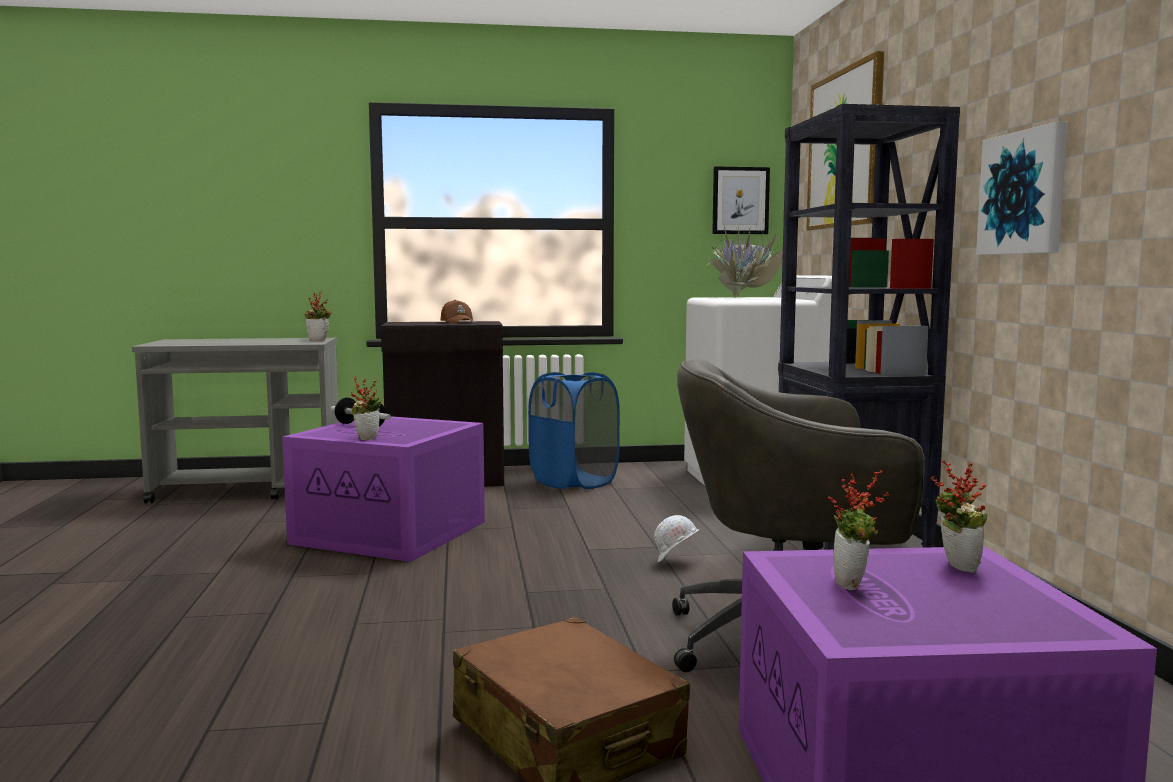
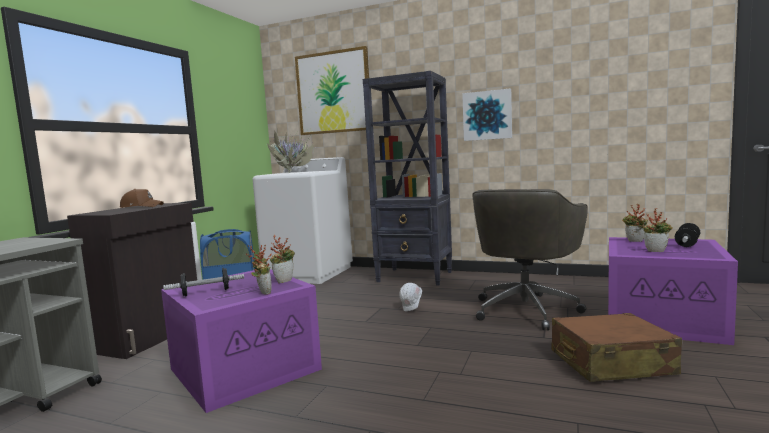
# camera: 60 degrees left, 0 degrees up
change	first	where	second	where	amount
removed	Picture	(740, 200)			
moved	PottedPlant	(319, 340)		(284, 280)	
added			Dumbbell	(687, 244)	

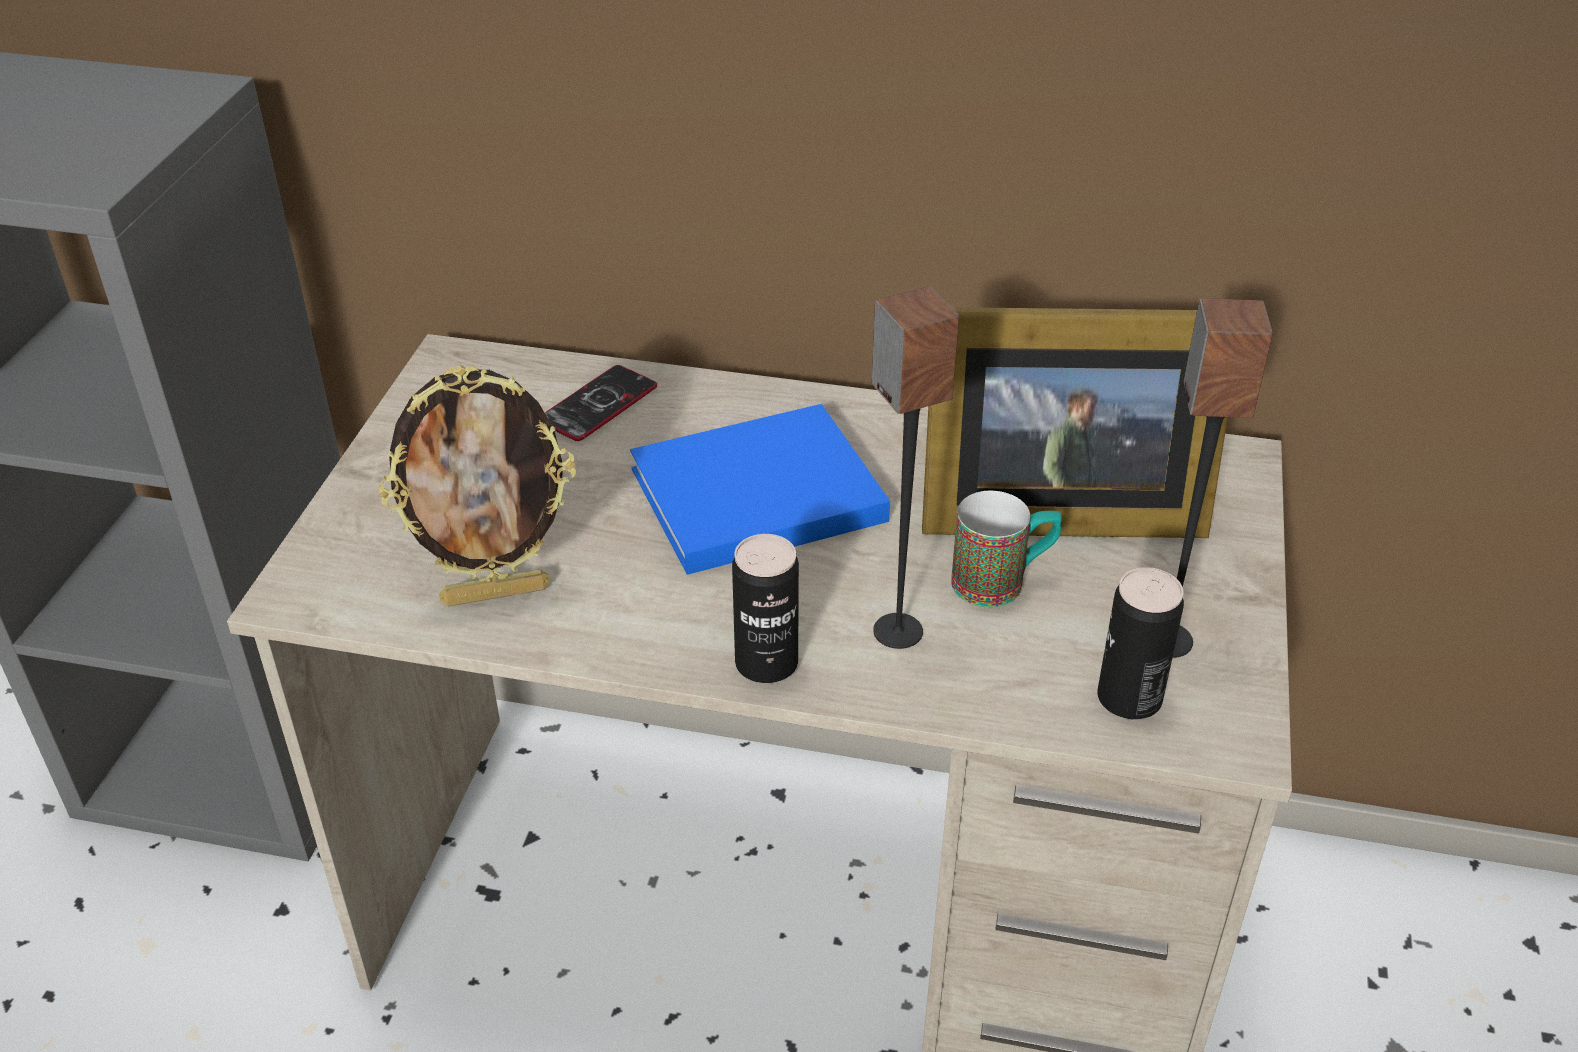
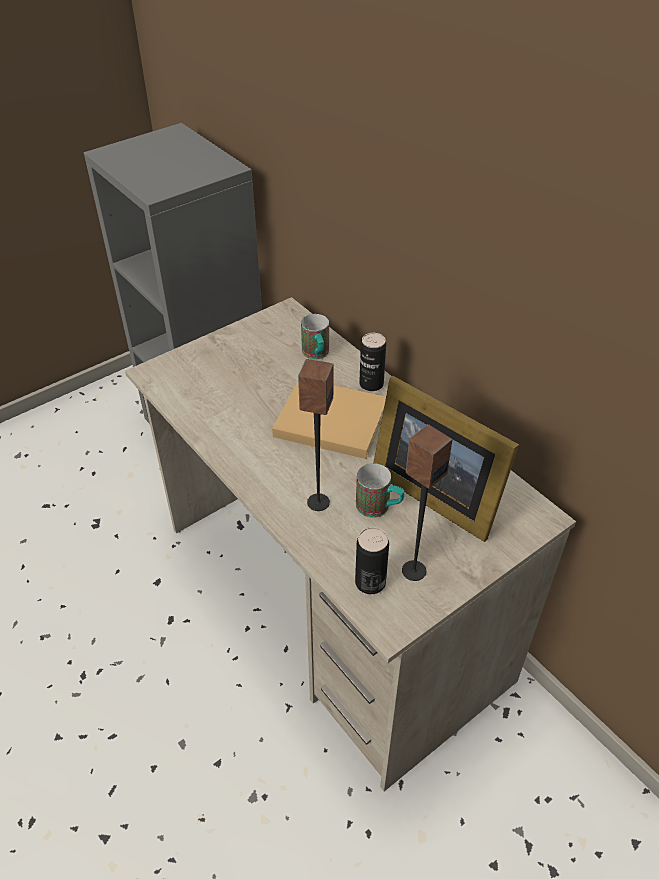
# camera: 40 degrees right, 5 degrees up
change	first	where	second	where	amount
removed	PictureFrame	(496, 592)			
replaced	Phone	(598, 405)	Mug	(316, 355)	
recoloured	BlueBook	(750, 496)	BeigeBook	(328, 420)	
moved	Can	(766, 663)		(371, 384)	

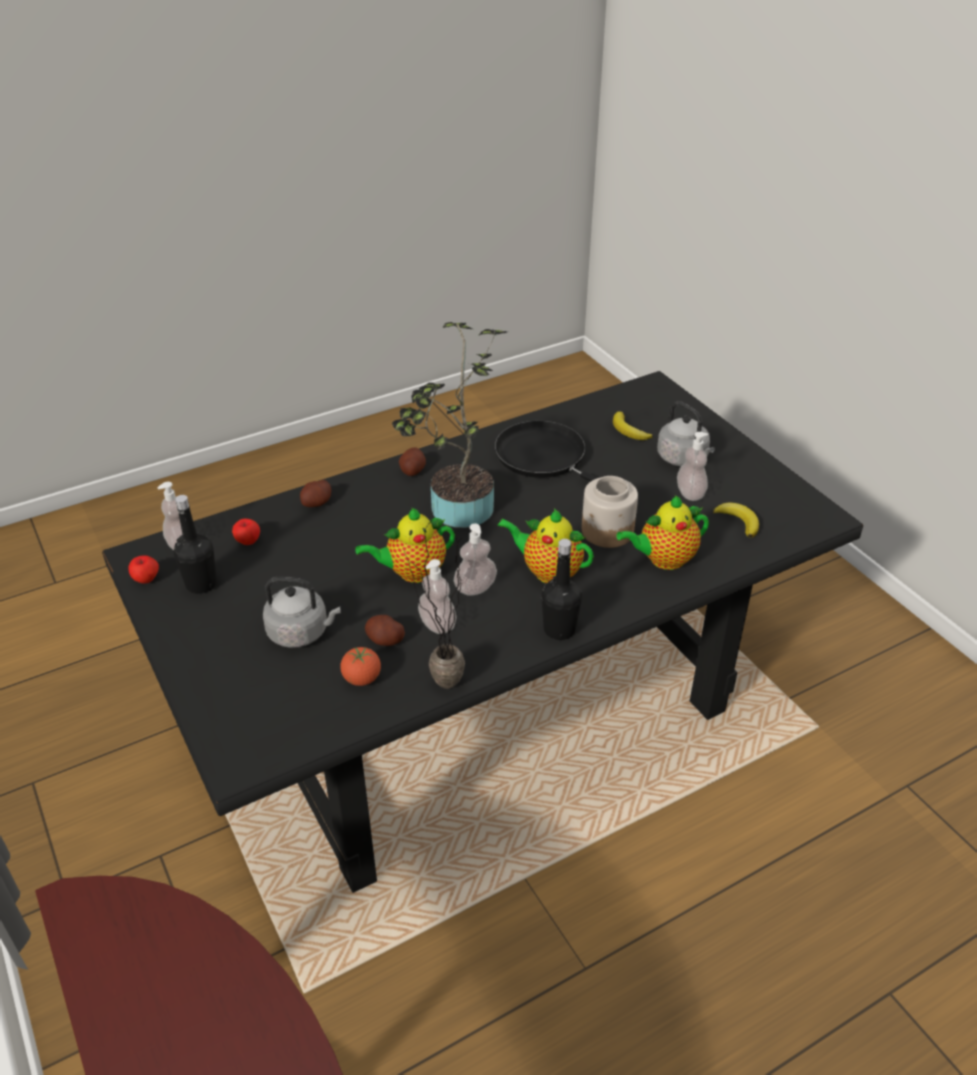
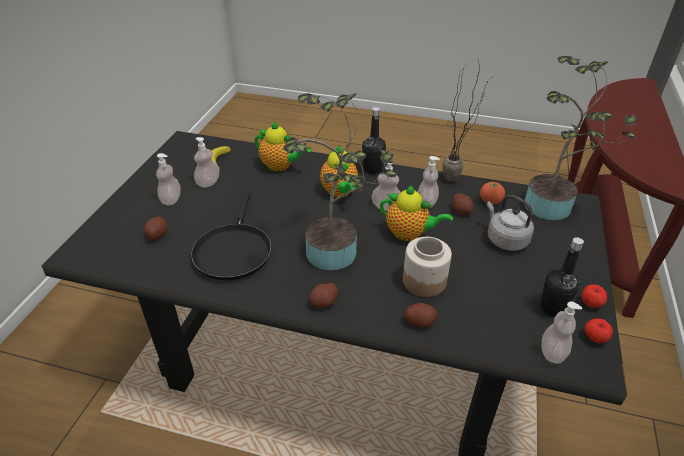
# camera: 135 degrees left, 0 degrees up
change	first	where	second	where	amount
replaced	GreyKettle	(683, 459)	SoapDispenser	(171, 200)	
replaced	Banana	(629, 430)	Potato	(157, 235)	
moved	Jar	(607, 531)		(424, 281)	
moved	Apple	(248, 541)		(590, 304)	
added			PottedPlant	(553, 207)	

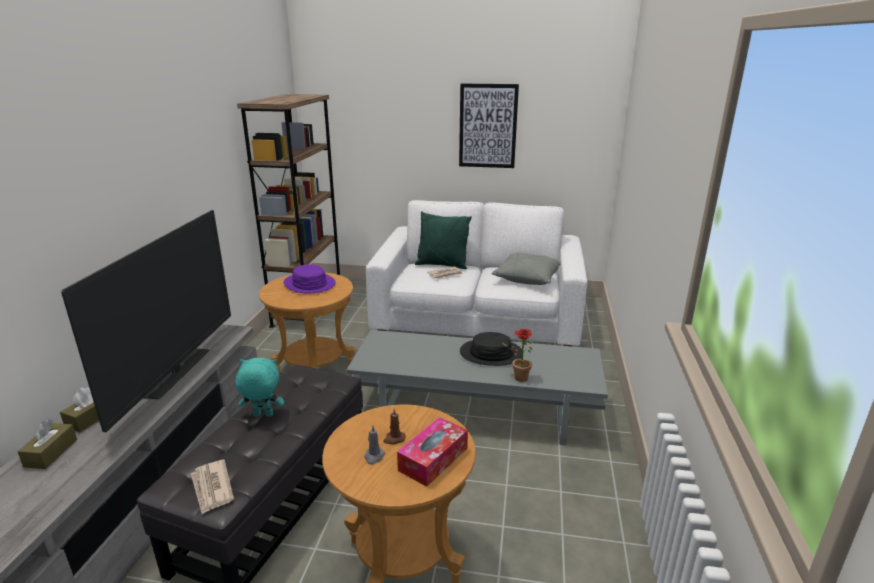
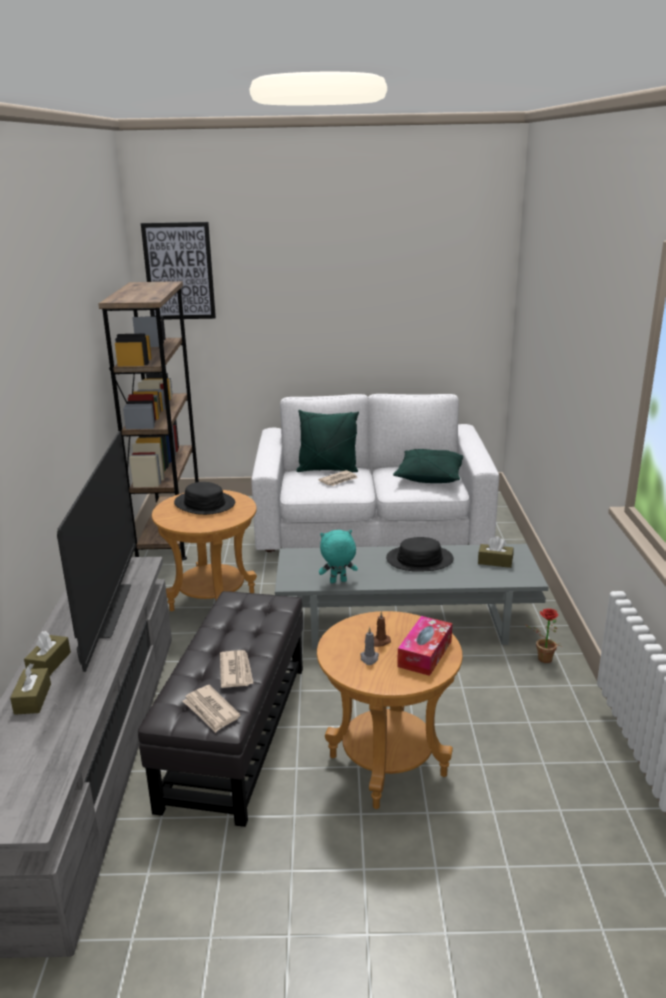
# camera: 10 degrees left, 0 degrees up
change	first	where	second	where	amount
moved	Picture	(488, 126)		(179, 271)	
recoloured	GreyPillow	(527, 278)	GreenPillow	(429, 476)	
recoloured	PurpleHat	(309, 284)	BlackHat	(204, 504)	
moved	PottedPlant	(517, 378)		(541, 659)	
moved	TurquoisePlushToy	(262, 415)		(338, 582)	
added			BrownTissueBox	(495, 562)	
added			Newspaper	(236, 671)	

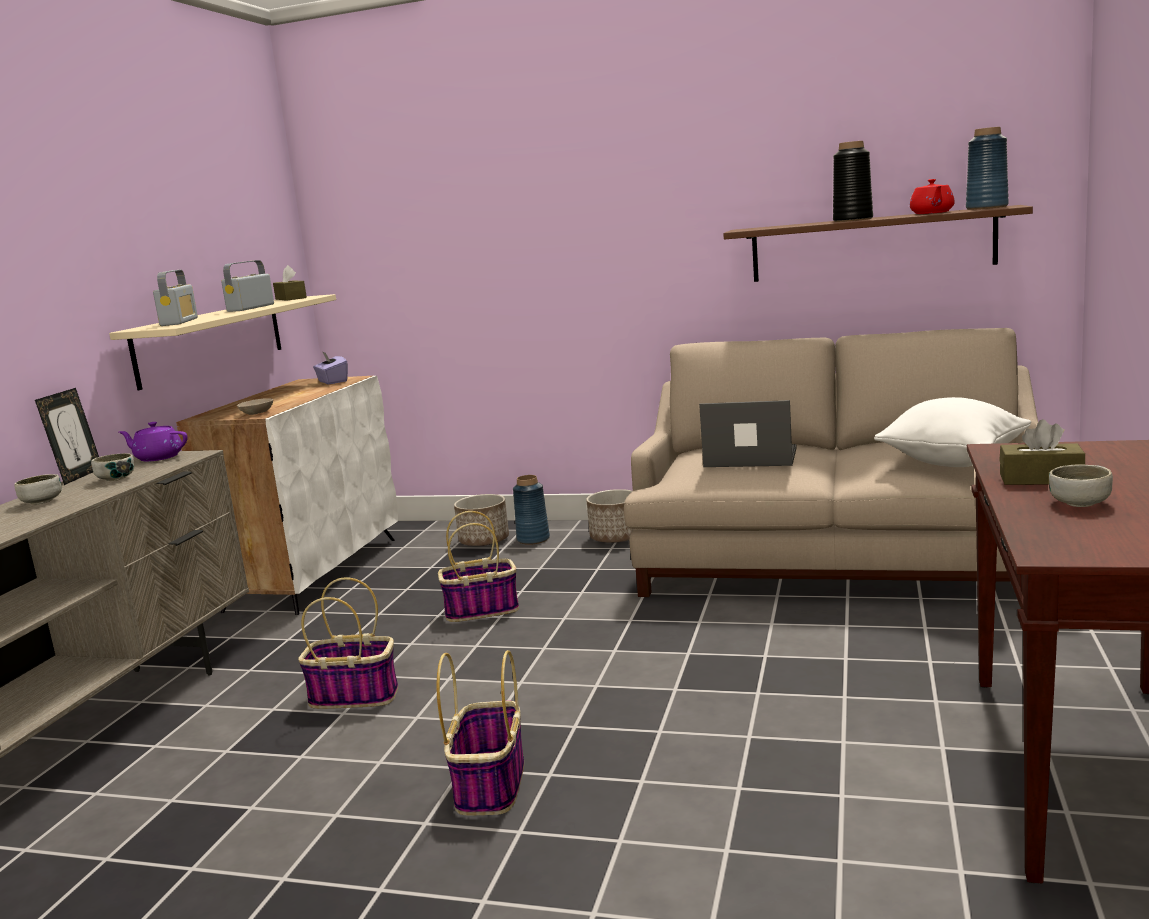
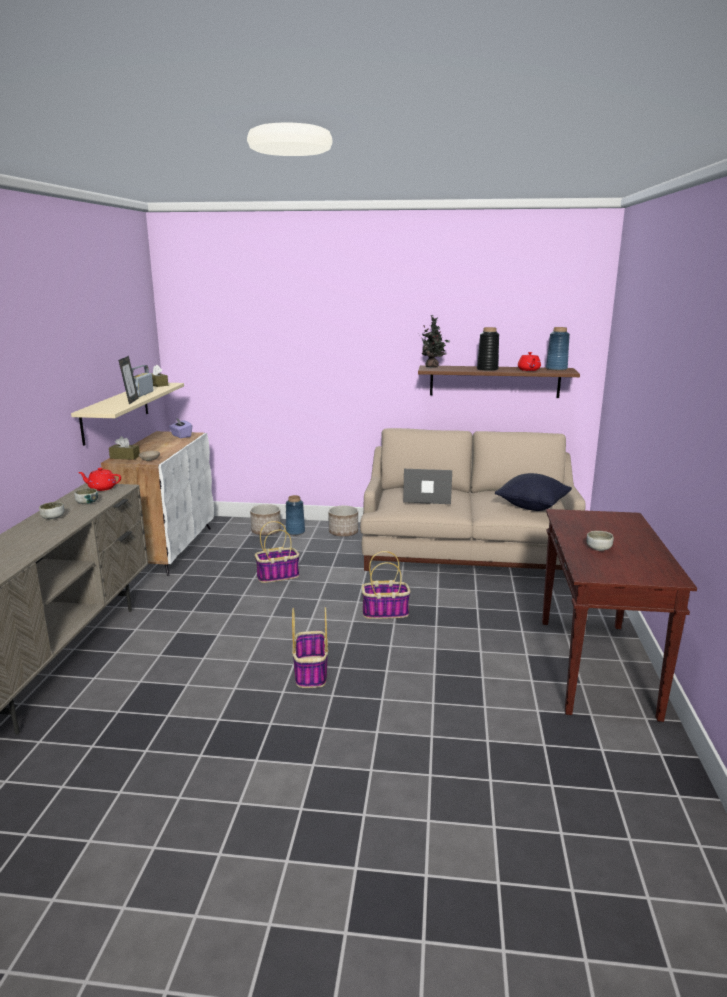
# camera: 10 degrees left, 5 degrees up
change	first	where	second	where	amount
removed	Radio	(179, 322)			
moved	PictureFrame	(79, 476)		(131, 401)	
recoloured	WhitePillow	(952, 461)	BlackPillow	(532, 506)	
moved	BrownTissueBox	(1040, 479)		(125, 457)	
recoloured	PurpleTeapot	(158, 458)	RedTeapot	(101, 488)	
moved	Basket	(356, 696)		(386, 612)	
added			PottedPlant	(433, 367)	

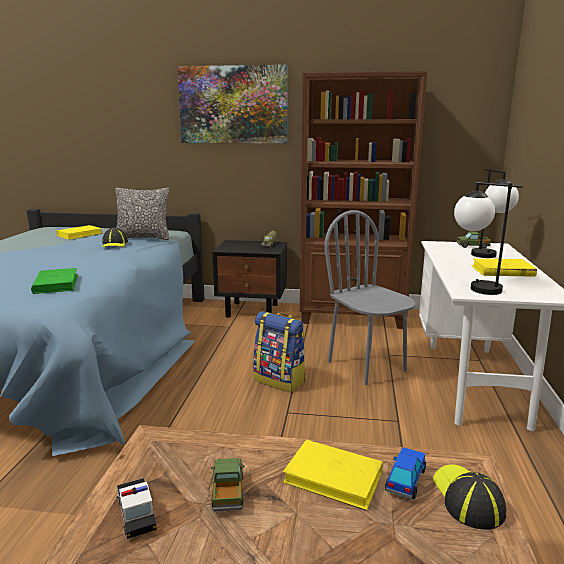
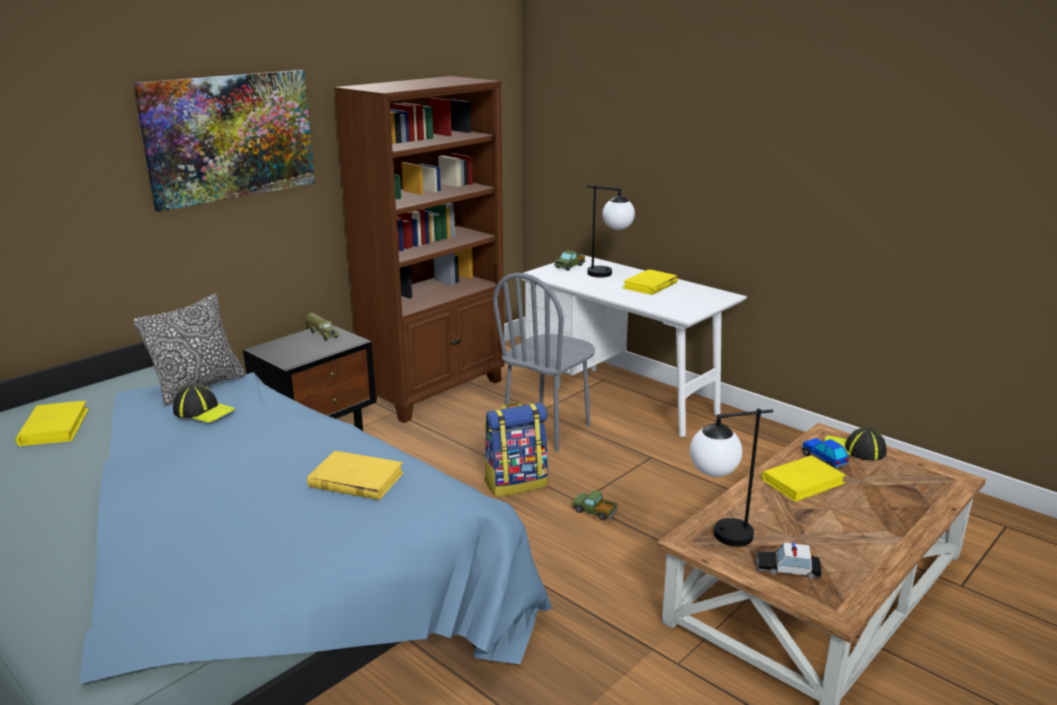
# camera: 55 degrees left, 5 degrees up
change	first	where	second	where	amount
moved	TableLamp	(473, 287)		(718, 537)	
turned	GreyChair	(367, 366)		(547, 430)	60 degrees counterclockwise
recoloured	GreenBook	(56, 284)	YellowBook	(356, 480)	
moved	ToyTruck	(228, 492)		(594, 512)	

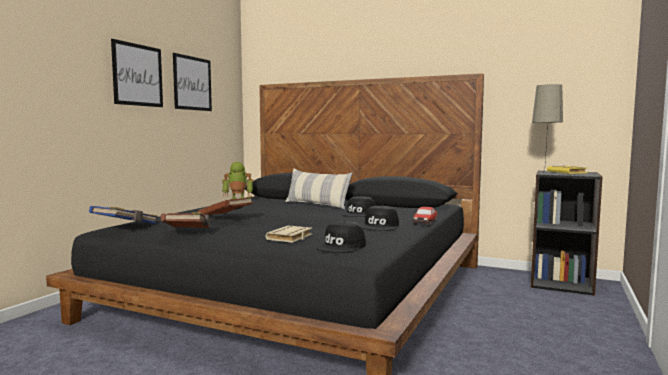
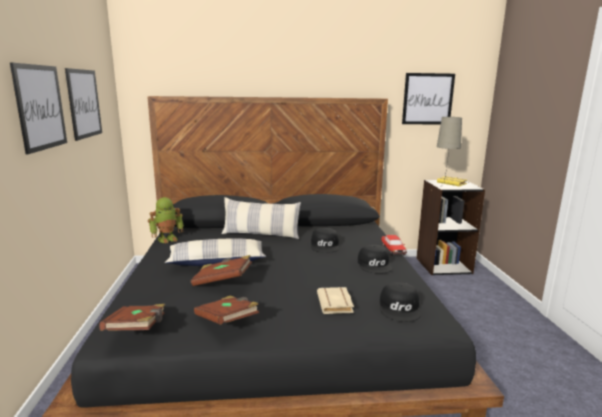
# camera: 30 degrees left, 10 degrees up
change	first	where	second	where	amount
recoloured	BlueBook	(126, 226)	BrownBook	(138, 329)	
added			Picture	(428, 99)	
added			Pillow	(217, 261)	

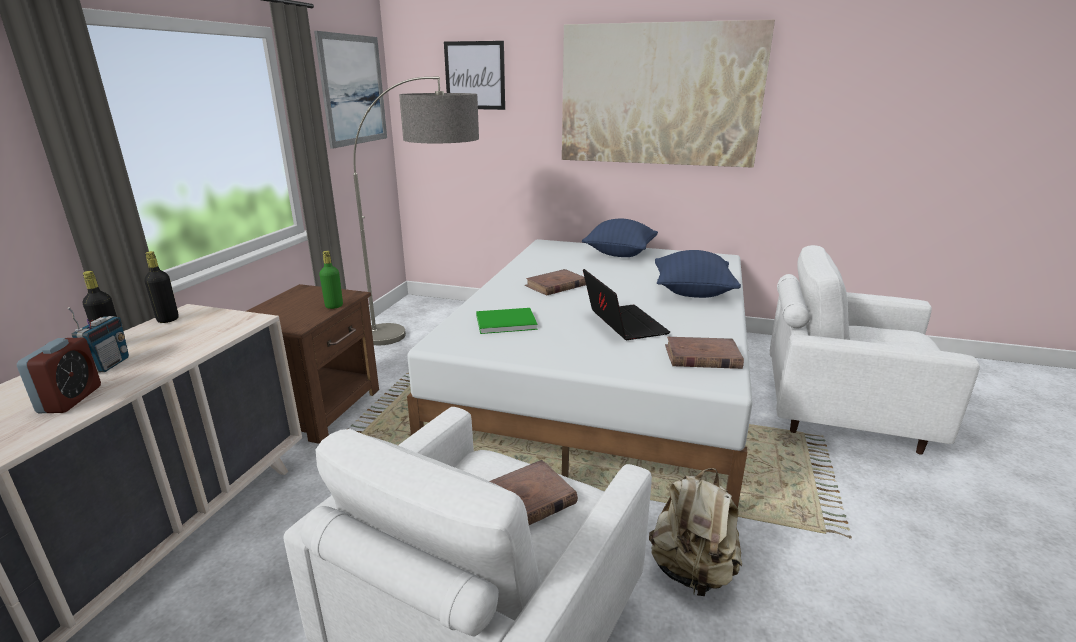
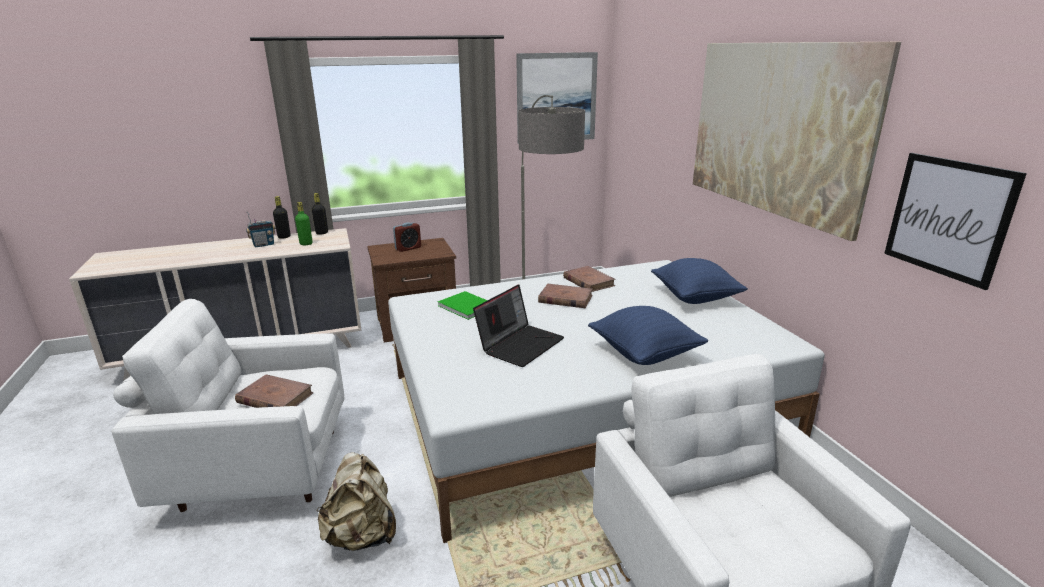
# camera: 55 degrees right, 0 degrees up
change	first	where	second	where	amount
moved	Picture	(475, 75)		(948, 218)	
moved	GreenBottle	(334, 306)		(306, 244)	
moved	BrownBook	(702, 357)		(588, 281)	
moved	AlarmClock	(70, 399)		(408, 248)	

